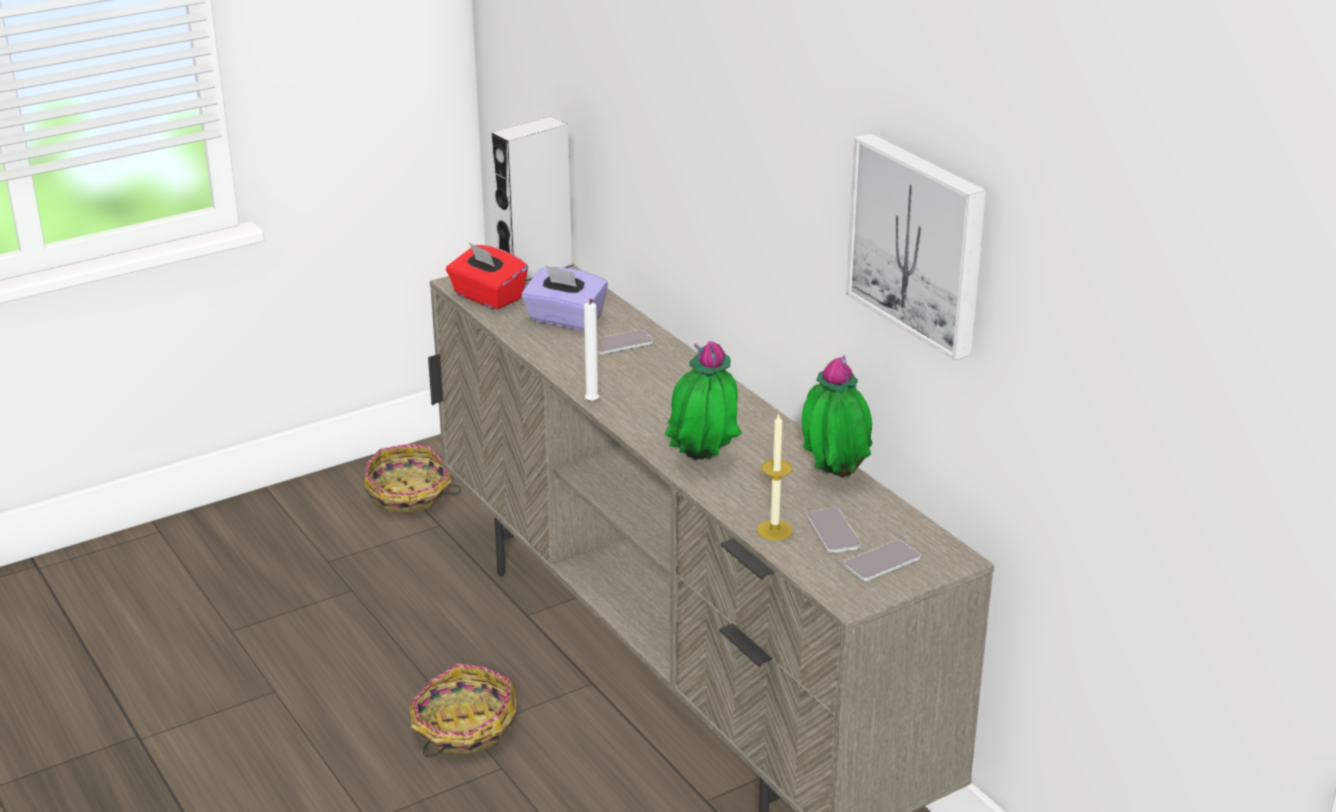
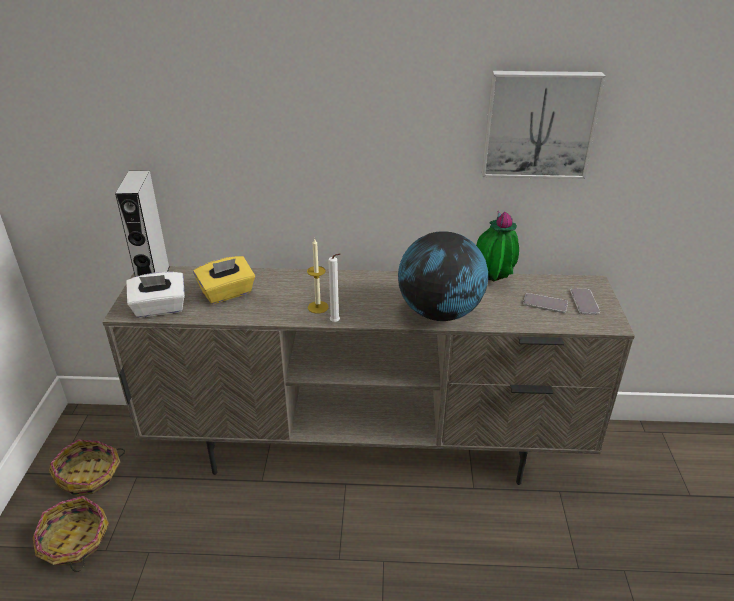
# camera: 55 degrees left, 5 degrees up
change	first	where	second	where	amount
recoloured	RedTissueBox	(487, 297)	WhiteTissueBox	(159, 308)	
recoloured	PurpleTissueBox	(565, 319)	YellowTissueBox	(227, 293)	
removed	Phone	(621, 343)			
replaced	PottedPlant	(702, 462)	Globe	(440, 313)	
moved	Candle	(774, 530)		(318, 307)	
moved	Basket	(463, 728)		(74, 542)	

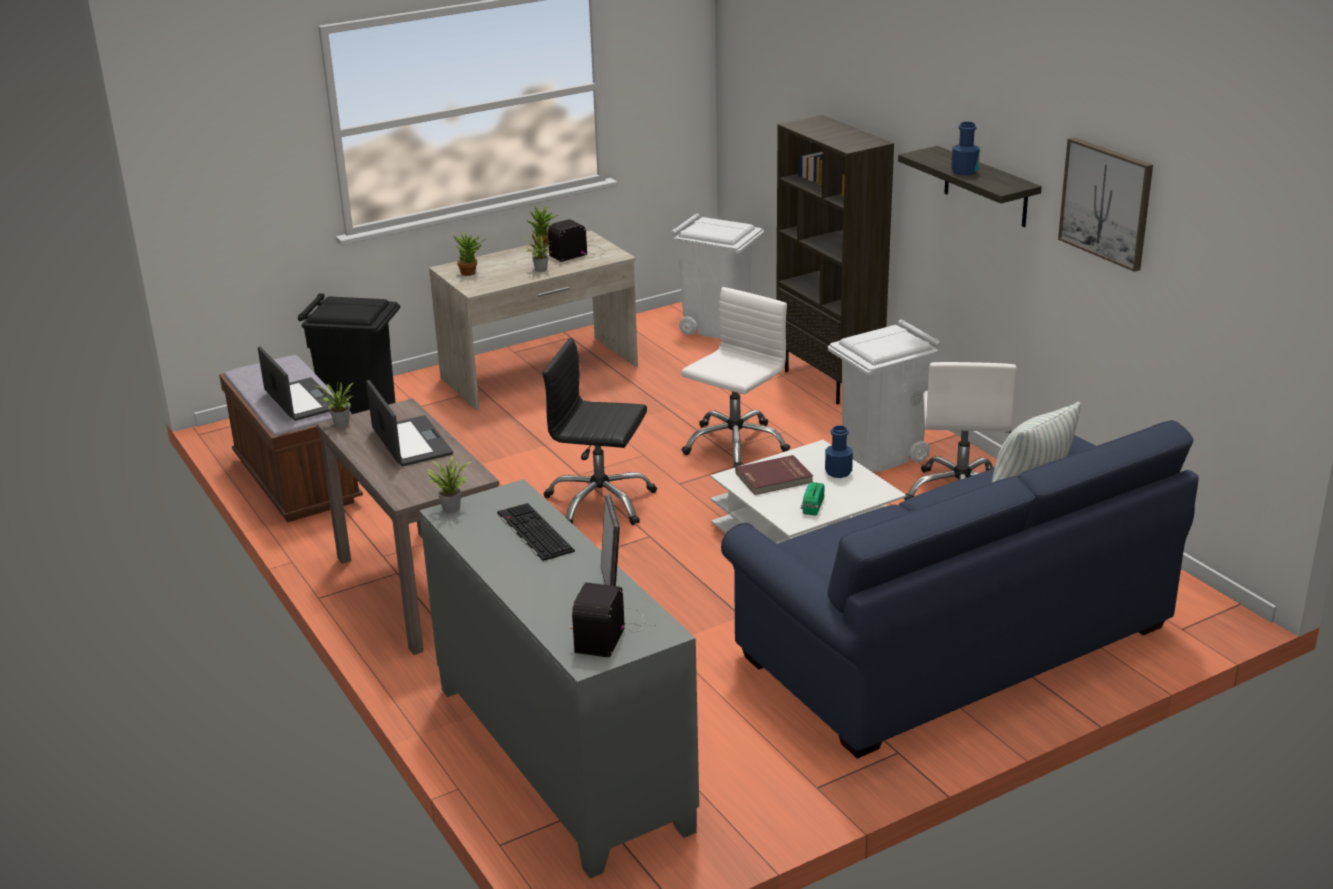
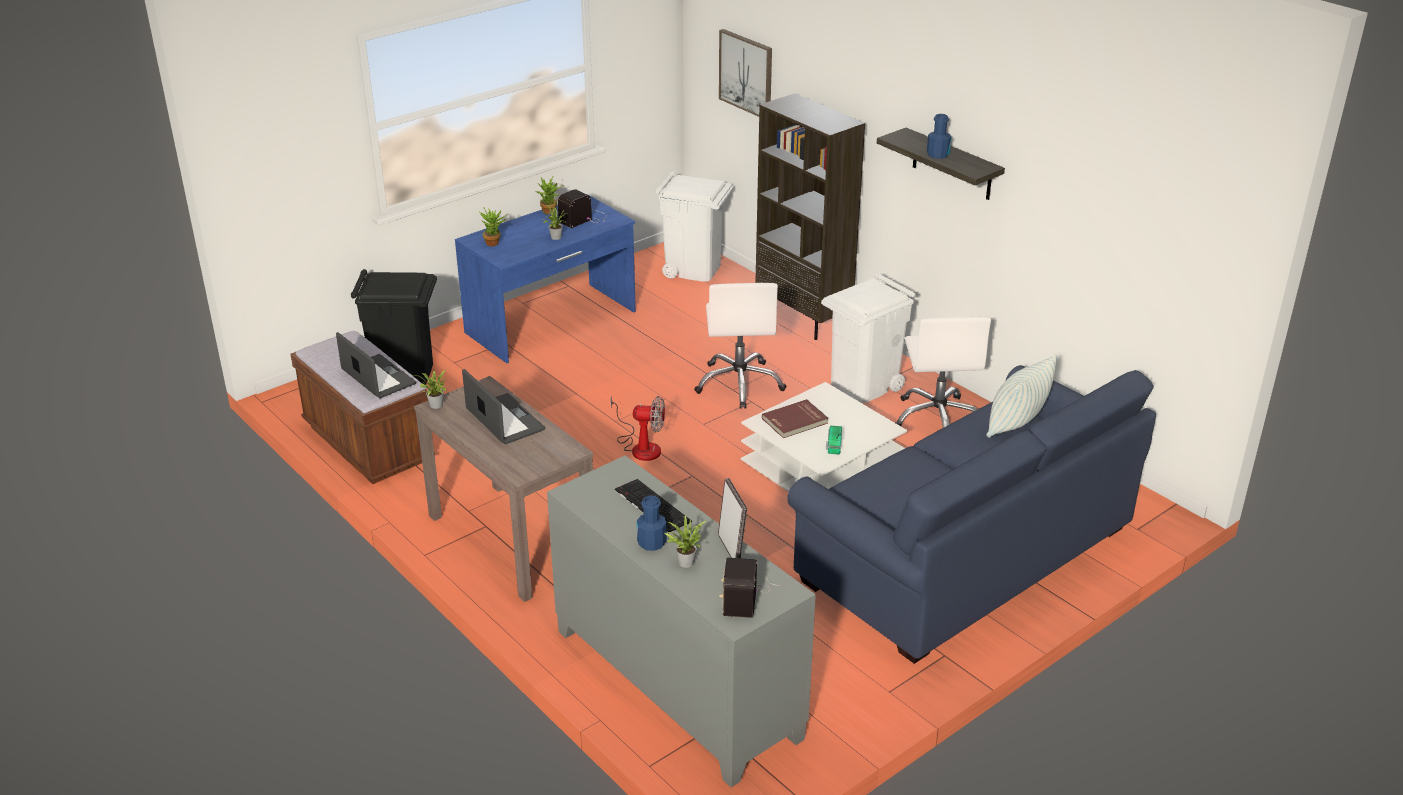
# camera: 10 degrees left, 5 degrees up
change	first	where	second	where	amount
moved	Picture	(1106, 203)		(746, 73)	
recoloured	BeigeDesk	(540, 372)	BlueDesk	(552, 322)	
turned	WhiteOfficeChair	(735, 444)		(740, 384)	150 degrees clockwise
replaced	BlackOfficeChair	(600, 502)	Fan	(641, 446)	
moved	BlueBottle	(838, 472)		(651, 543)	
moved	PottedPlant	(450, 507)		(684, 561)	

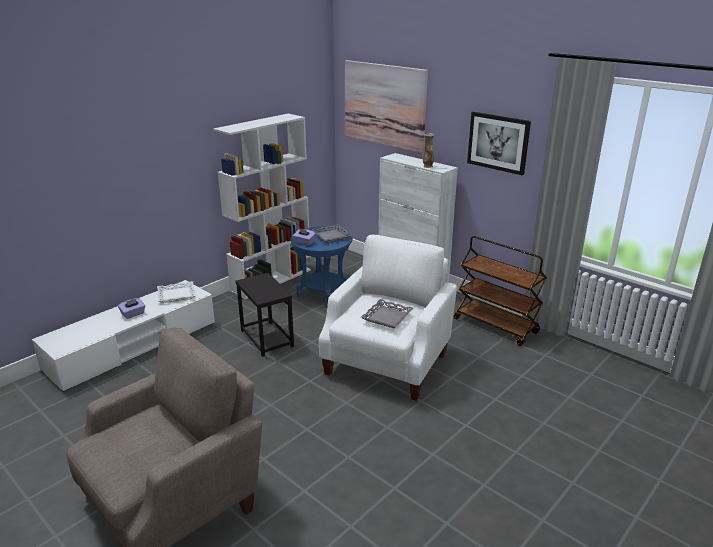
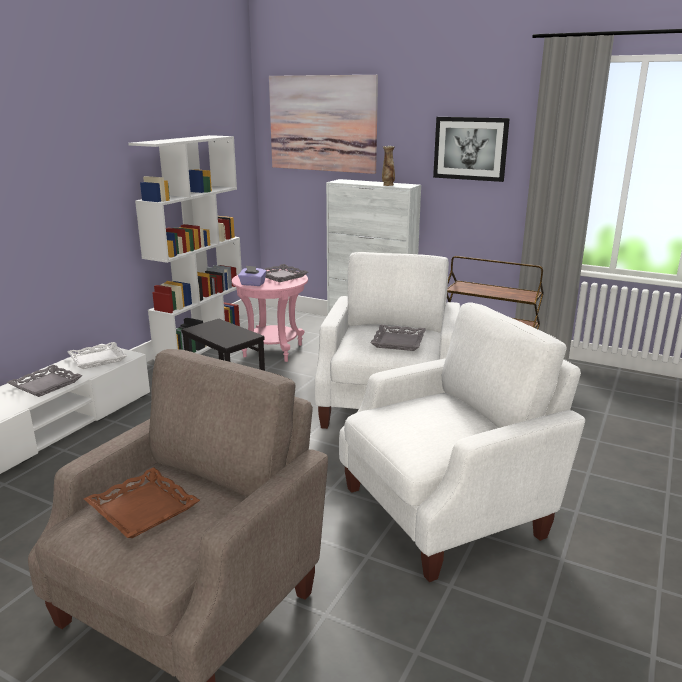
# camera: 15 degrees left, 5 degrees down
change	first	where	second	where	amount
recoloured	BlueSideTable	(323, 293)	PinkSideTable	(273, 350)	
replaced	PurpleTissueBox	(133, 314)	GreyTray	(45, 385)	
added			WhiteArmchair	(447, 510)	
added			BrownTray	(142, 509)	

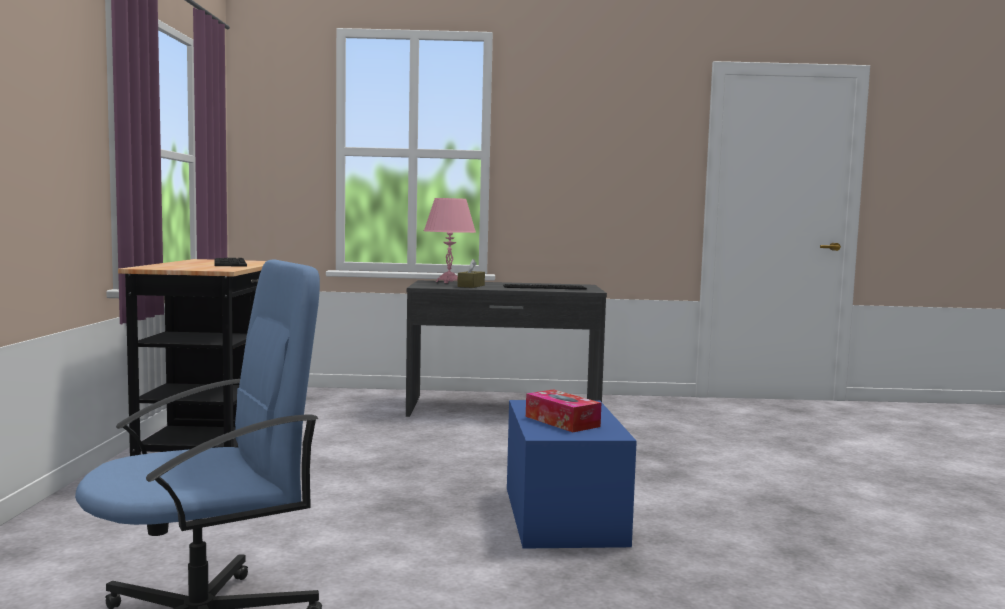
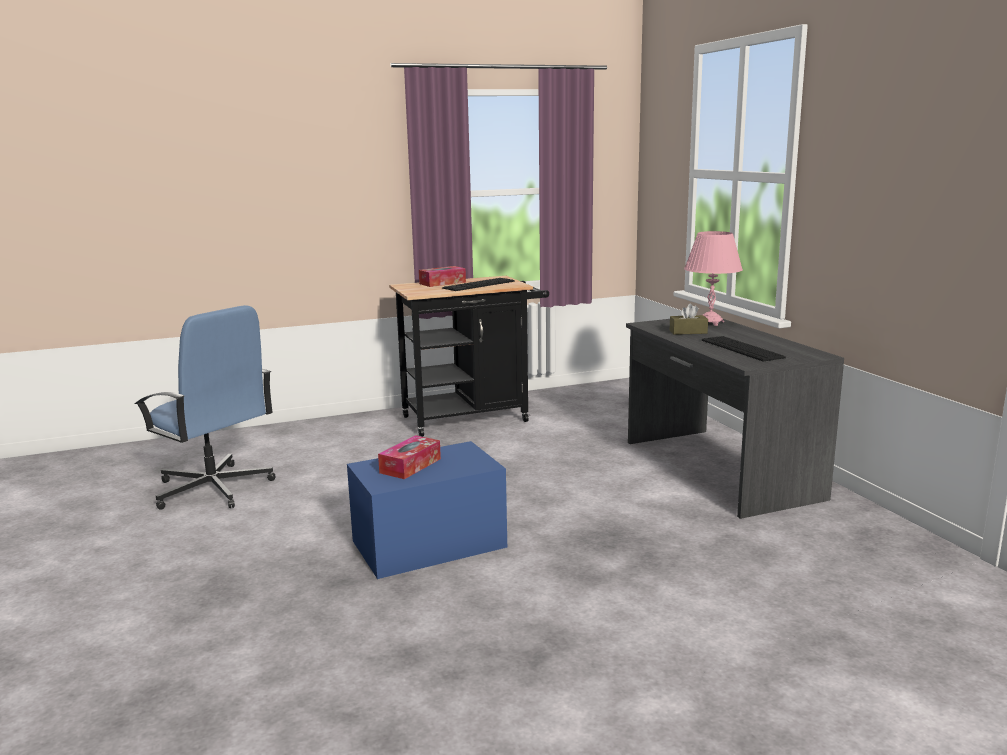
# camera: 70 degrees right, 10 degrees up
change	first	where	second	where	amount
added			TissueBox	(442, 283)	

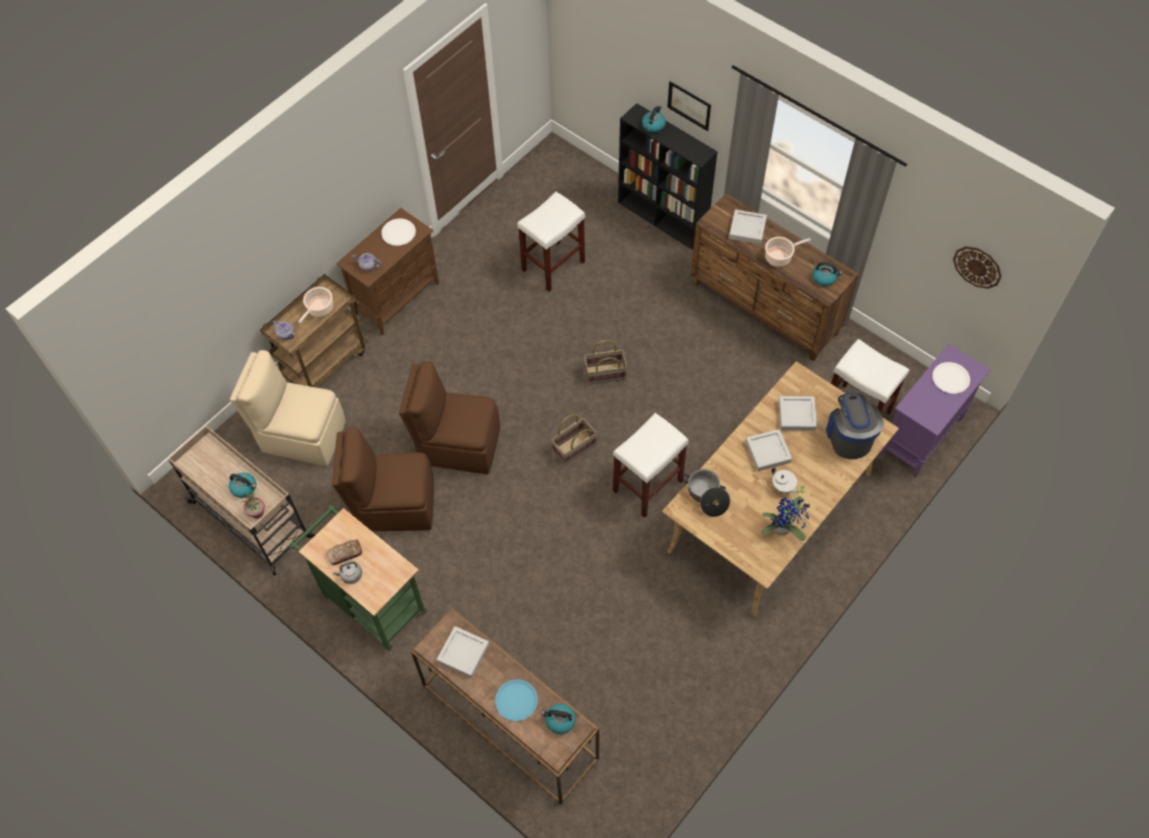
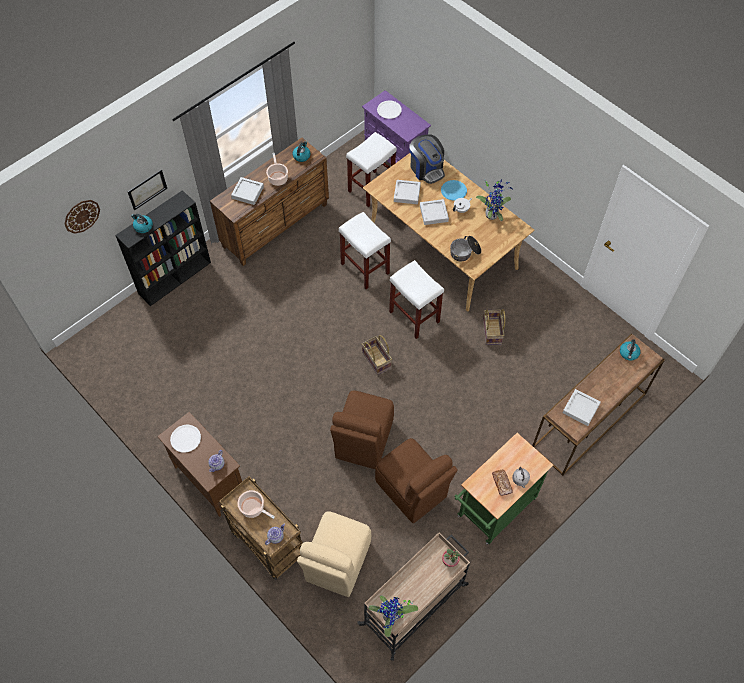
# camera: 85 degrees left, 0 degrees up
change	first	where	second	where	amount
moved	WhiteStool	(553, 265)		(364, 268)	
moved	WallClock	(977, 266)		(82, 216)	
moved	Basket	(605, 374)		(492, 332)	
turned	CoffeeMachine	(849, 436)		(426, 169)	120 degrees counterclockwise
turned	BrownChair	(394, 505)		(412, 490)	45 degrees counterclockwise
removed	Kettle	(244, 488)			
moved	BluePlate	(516, 700)		(453, 190)	
added			PottedPlant	(391, 618)	

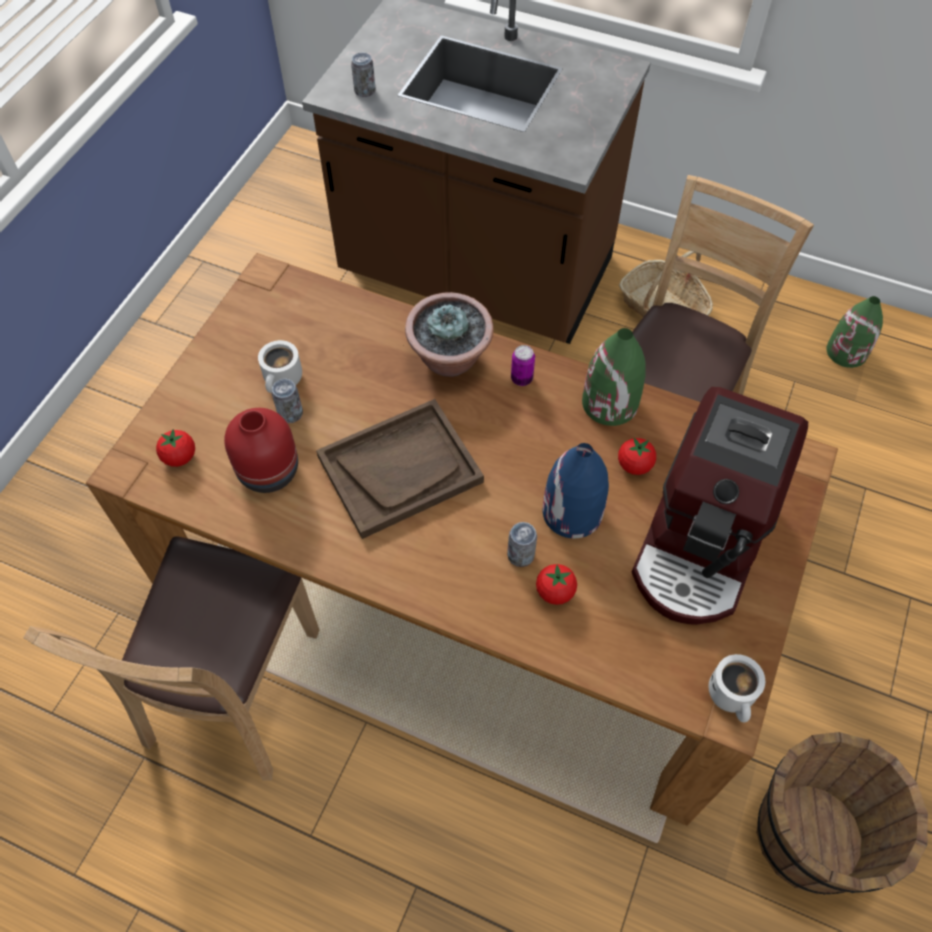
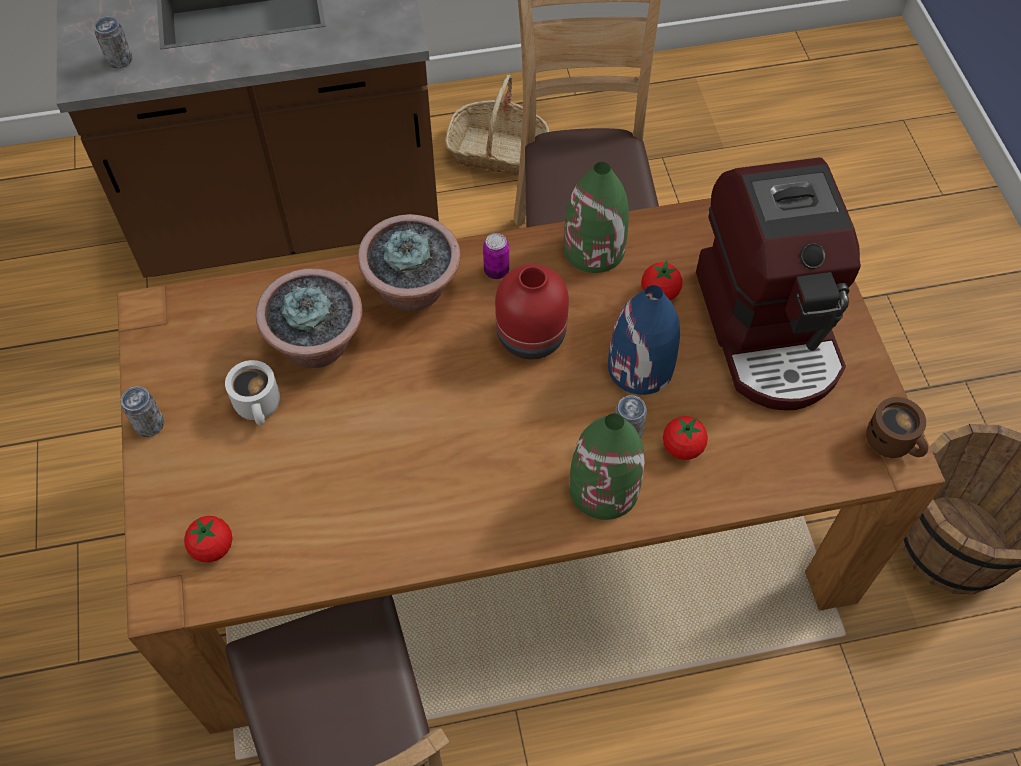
# camera: 35 degrees left, 0 degrees up
change	first	where	second	where	amount
moved	GreenVase	(847, 352)		(604, 488)	
moved	Can	(290, 413)		(149, 425)	
removed	BrownTray	(400, 469)			
moved	RedVase	(269, 469)		(530, 334)	
recoloured	WhiteMug	(733, 696)	BrownMug	(893, 442)	
added			PottedPlant	(318, 345)	

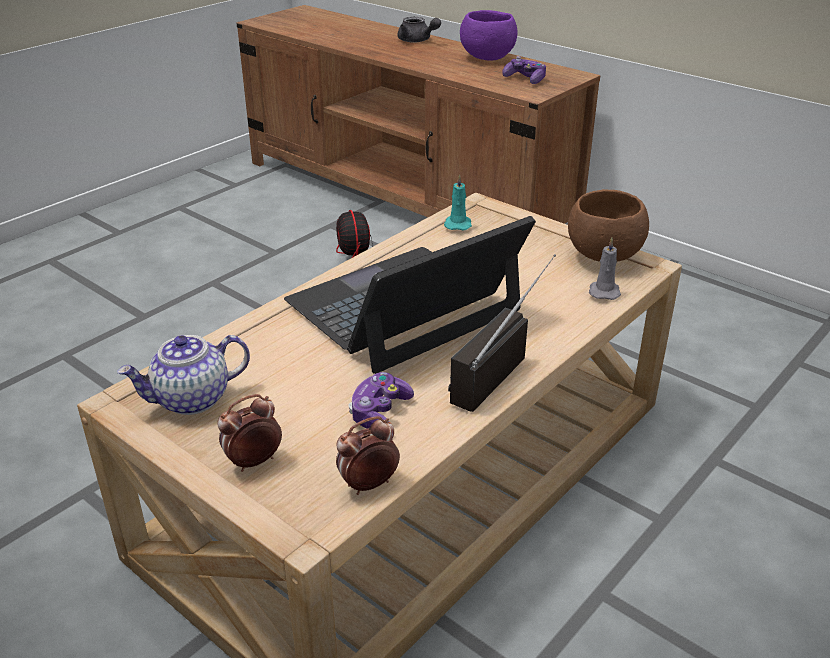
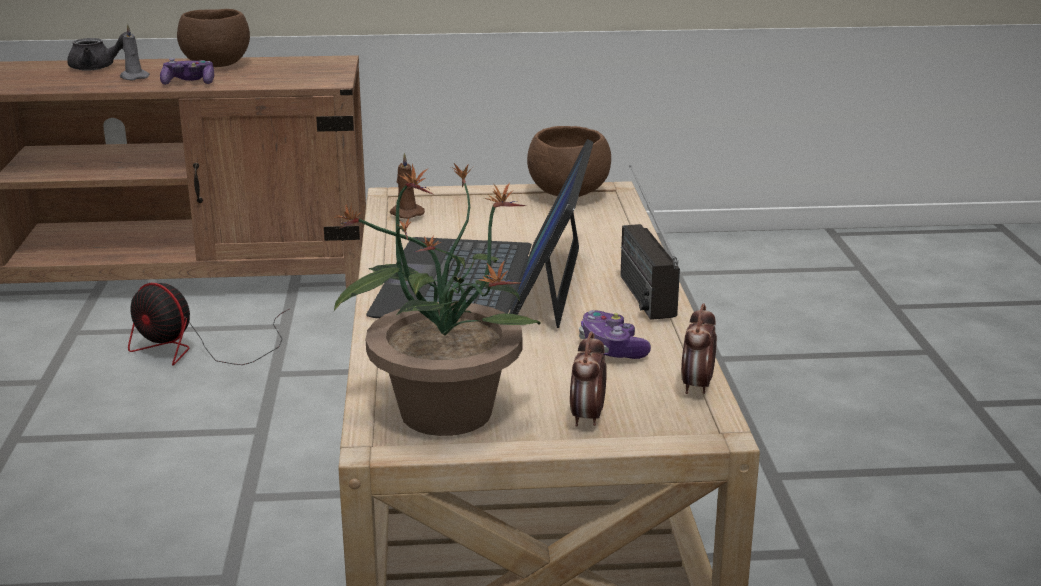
# camera: 45 degrees left, 10 degrees down
change	first	where	second	where	amount
recoloured	PurpleBowl	(488, 58)	BrownBowl	(217, 65)	
moved	GameController	(525, 79)		(189, 83)	
recoloured	TurquoiseCandle	(458, 224)	BrownCandle	(405, 213)	
moved	GreyCandle	(604, 291)		(133, 77)	
replaced	Teapot	(191, 399)	PottedPlant	(444, 411)	

